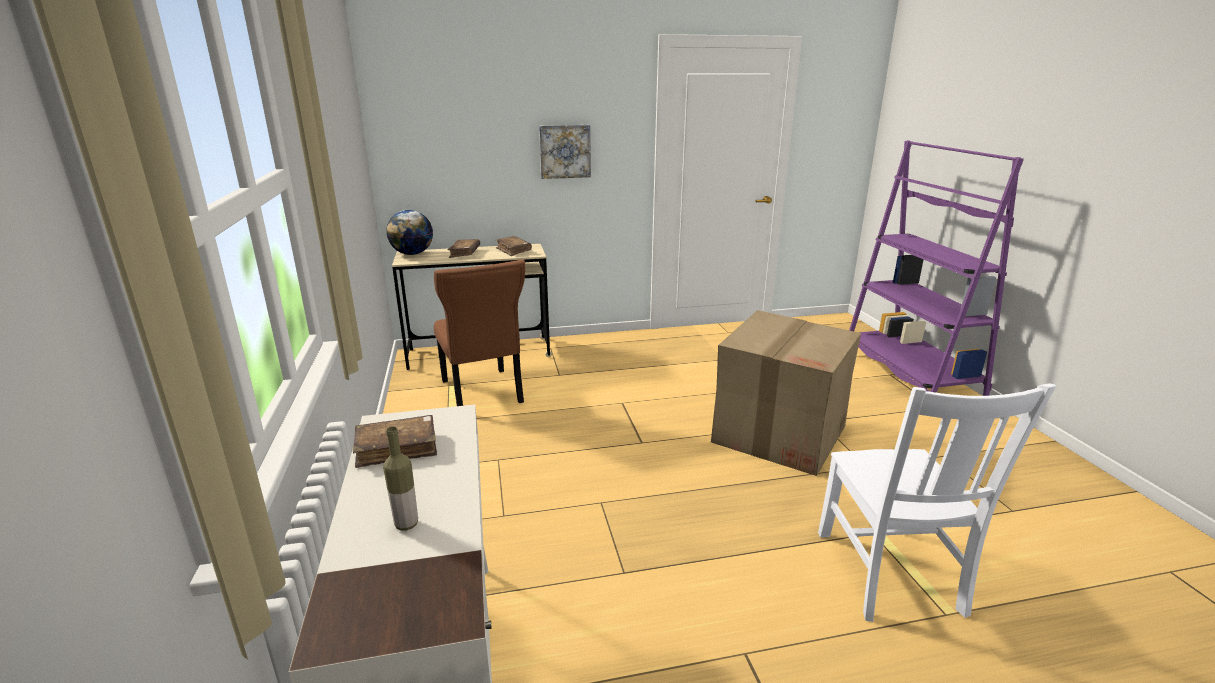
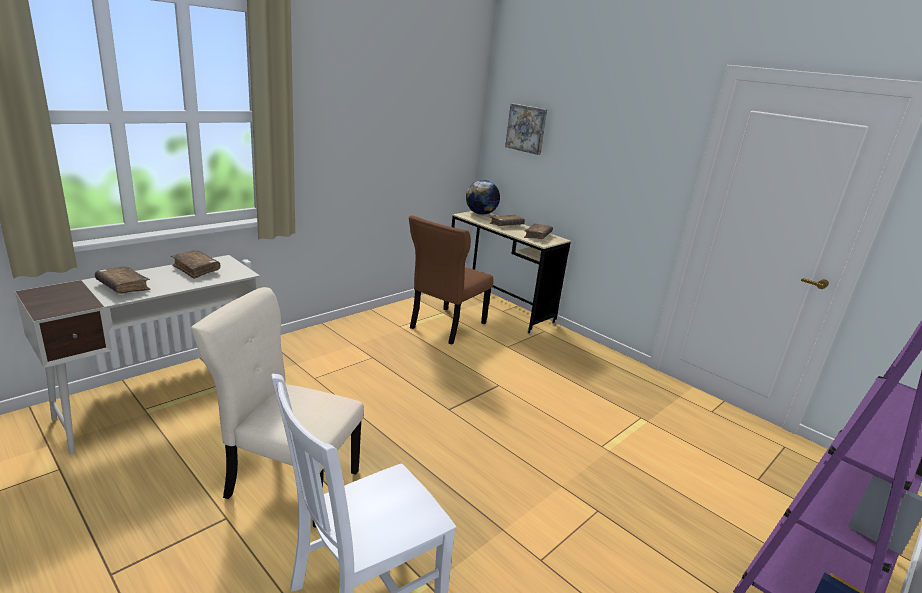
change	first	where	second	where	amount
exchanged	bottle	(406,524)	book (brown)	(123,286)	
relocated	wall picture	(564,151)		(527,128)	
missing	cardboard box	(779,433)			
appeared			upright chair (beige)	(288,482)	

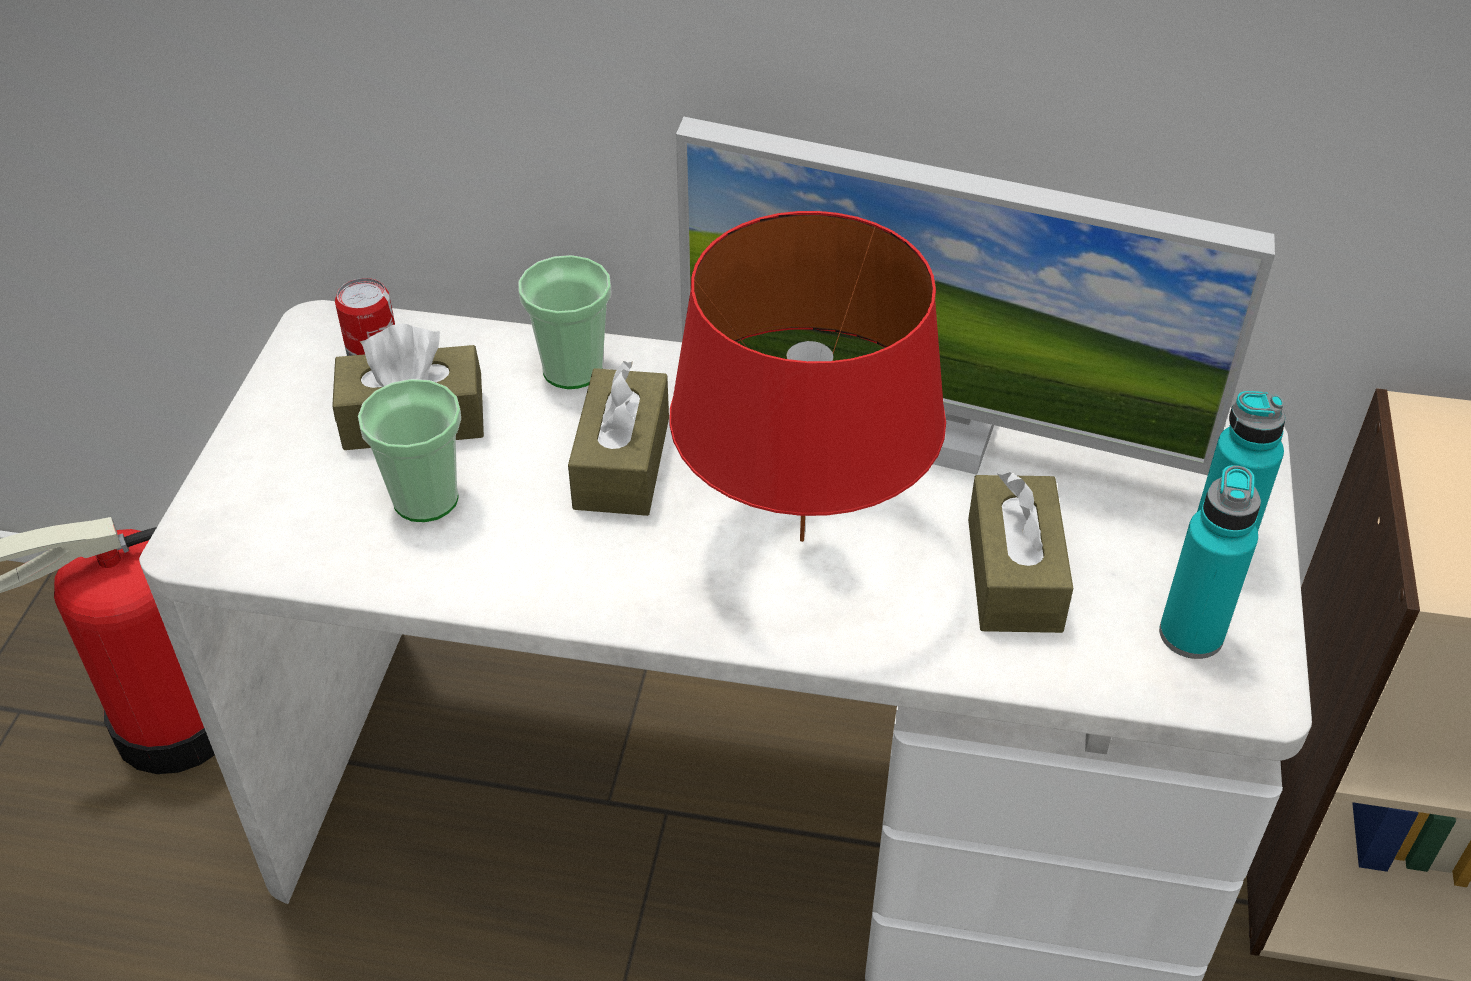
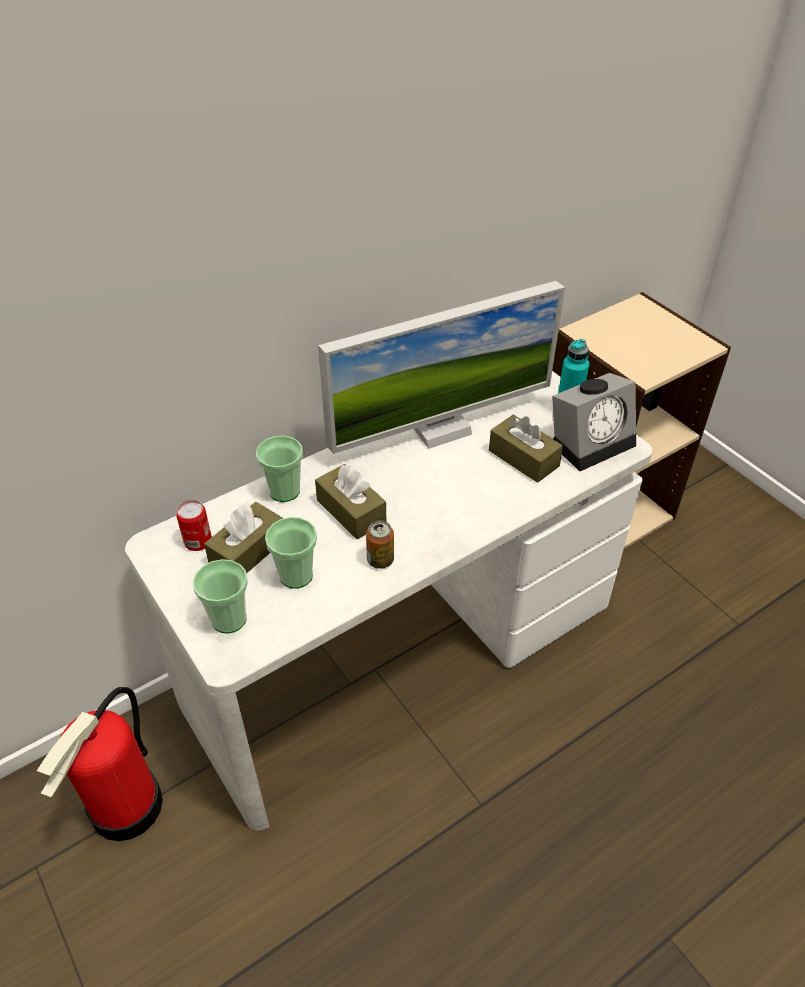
change	first	where	second	where	amount
missing	lamp for a table (red)	(801,539)			
exchanged	bottle (blue-green)	(1191,634)	alarm clock	(592,441)	
appeared			small cup	(229,619)	
appeared			can	(380,560)	

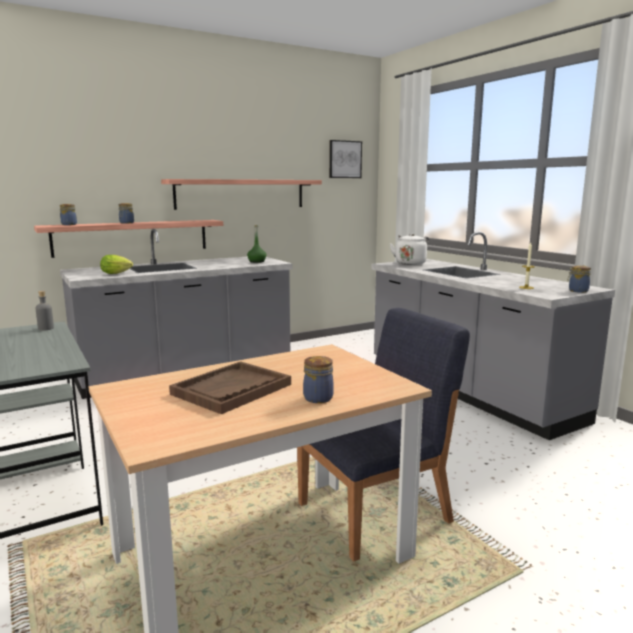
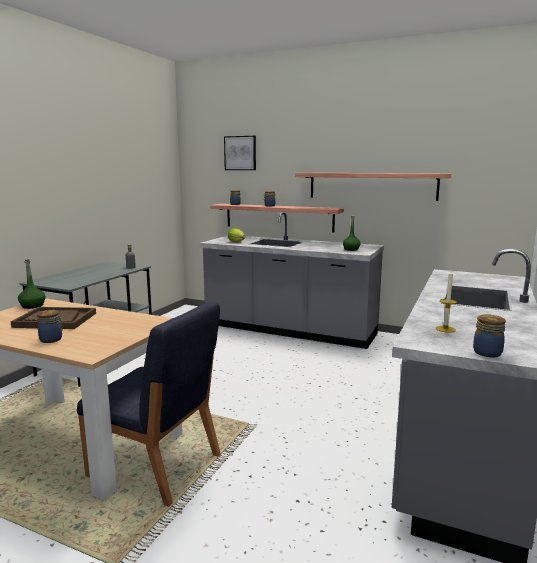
change	first	where	second	where	amount
relocated	wall picture	(344,159)		(240,153)	
missing	kettle (white-coloured)	(410,263)			
appeared			bottle (greenish)	(32,306)	

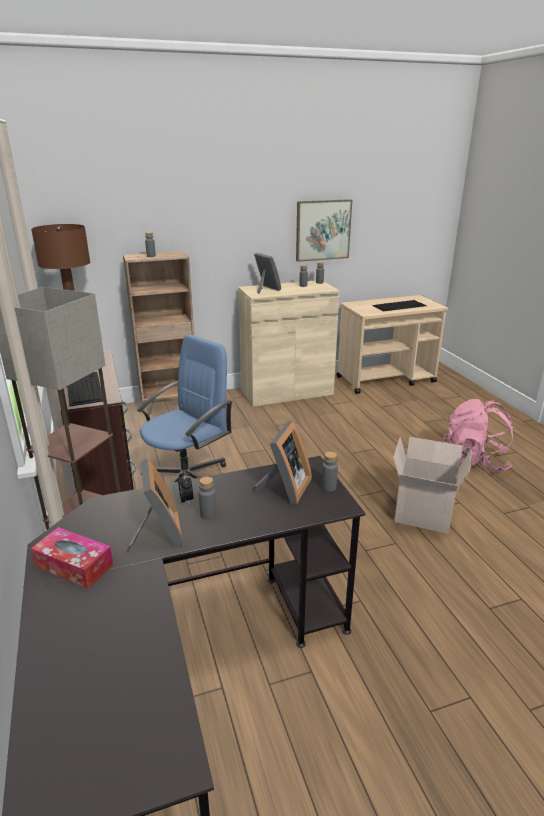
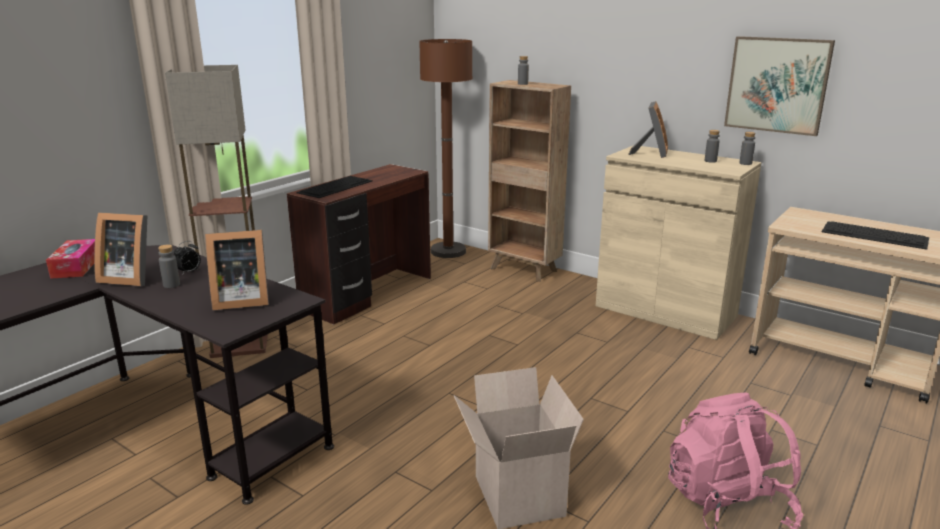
change	first	where	second	where	amount
spun	standing frame	(158,535)		(129,278)	60 degrees clockwise
missing	office chair (bluish)	(187,477)			
missing	bottle (greyish)	(328,487)			

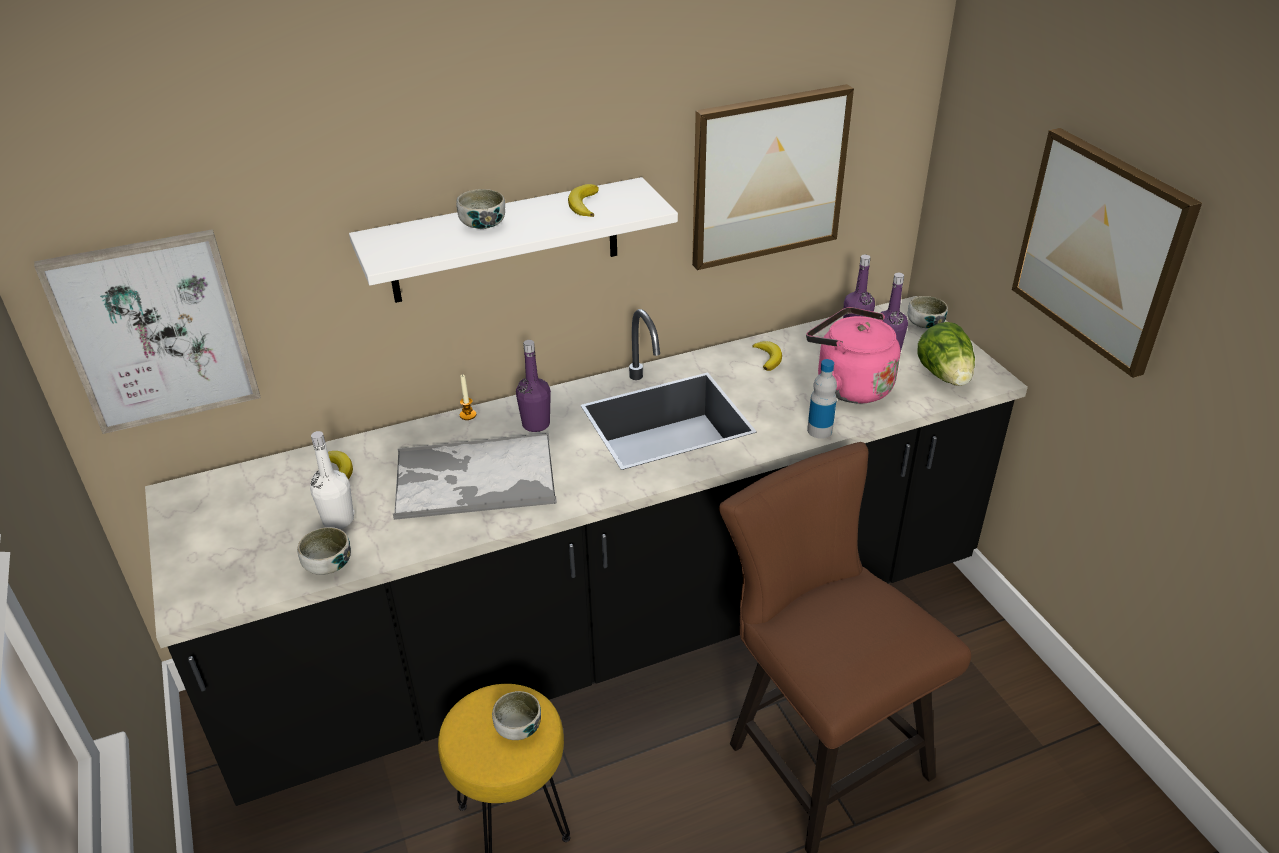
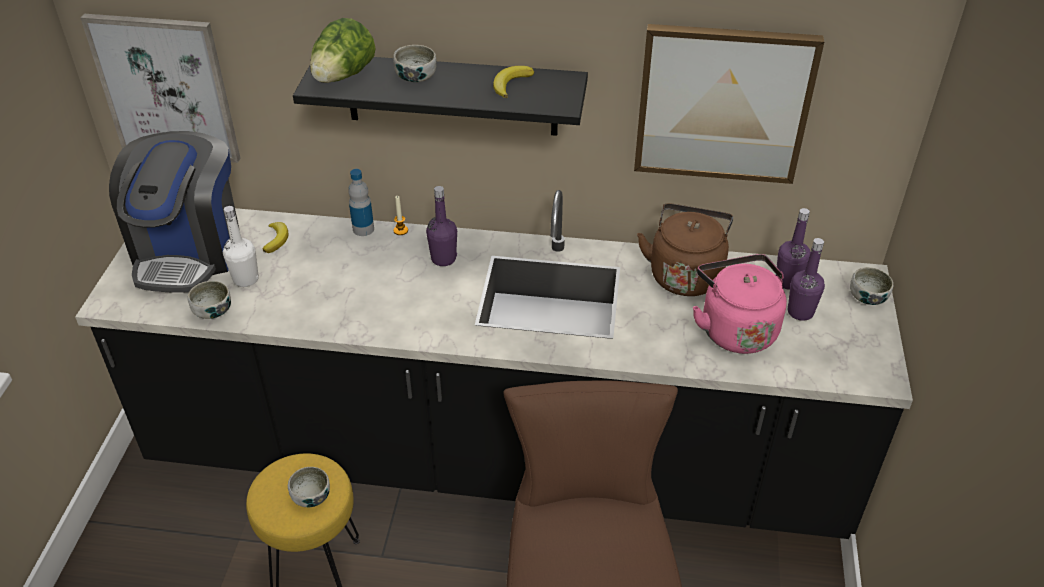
change	first	where	second	where	amount
colour	bracket shelf (white-coloured)	(505,241)	bracket shelf (black)	(452,94)	
missing	carrying tray	(473,478)			
exchanged	whole banana	(768,358)	kettle (brown)	(685,274)	
relocated	bottle	(819,430)		(363,229)	
relocated	head of lettuce	(945,376)		(343,76)	
missing	wall picture	(1101,249)			
appeared			coffee brewer	(189,251)	

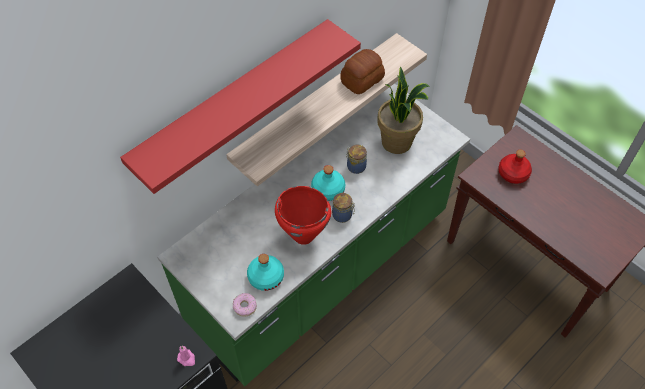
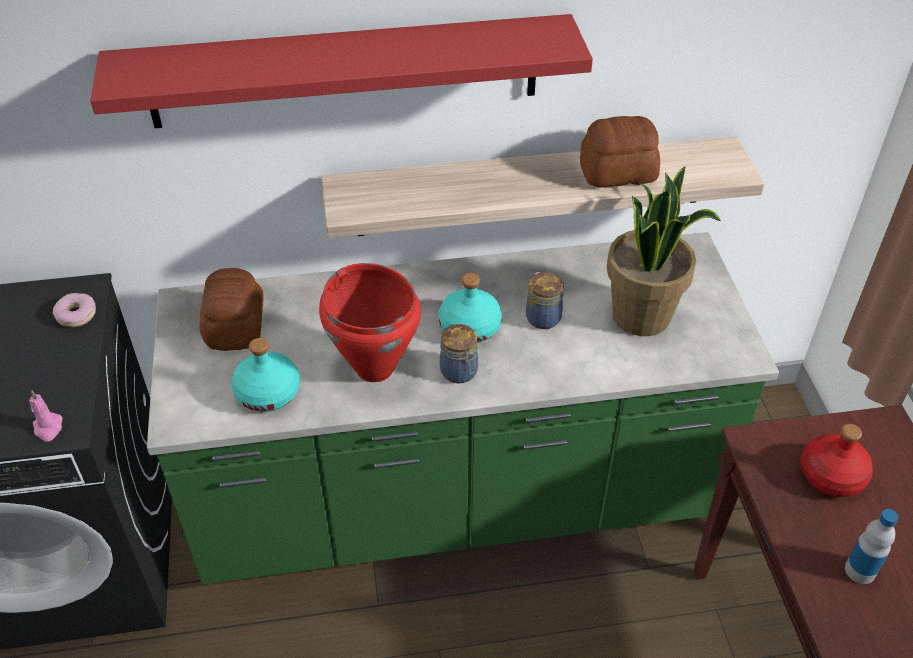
change	first	where	second	where	amount
relocated	ring doughnut	(245,306)		(76,315)	
appeared			baked bread	(236,325)	
appeared			bottle	(860,570)	

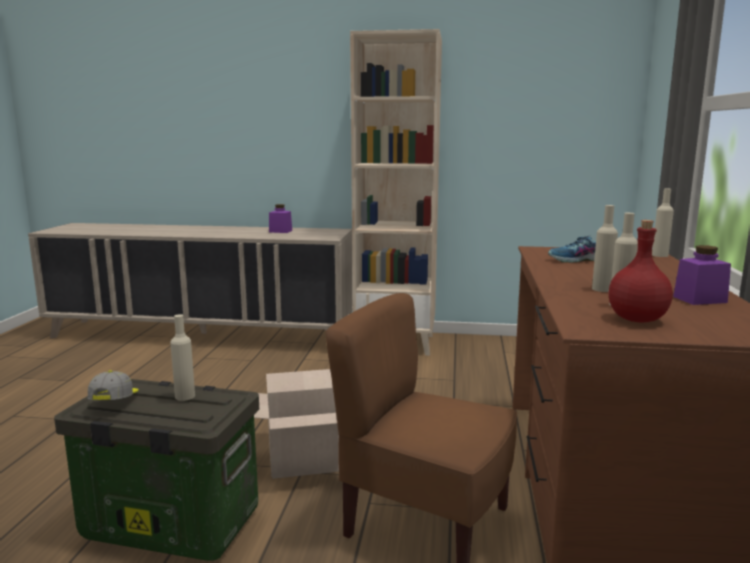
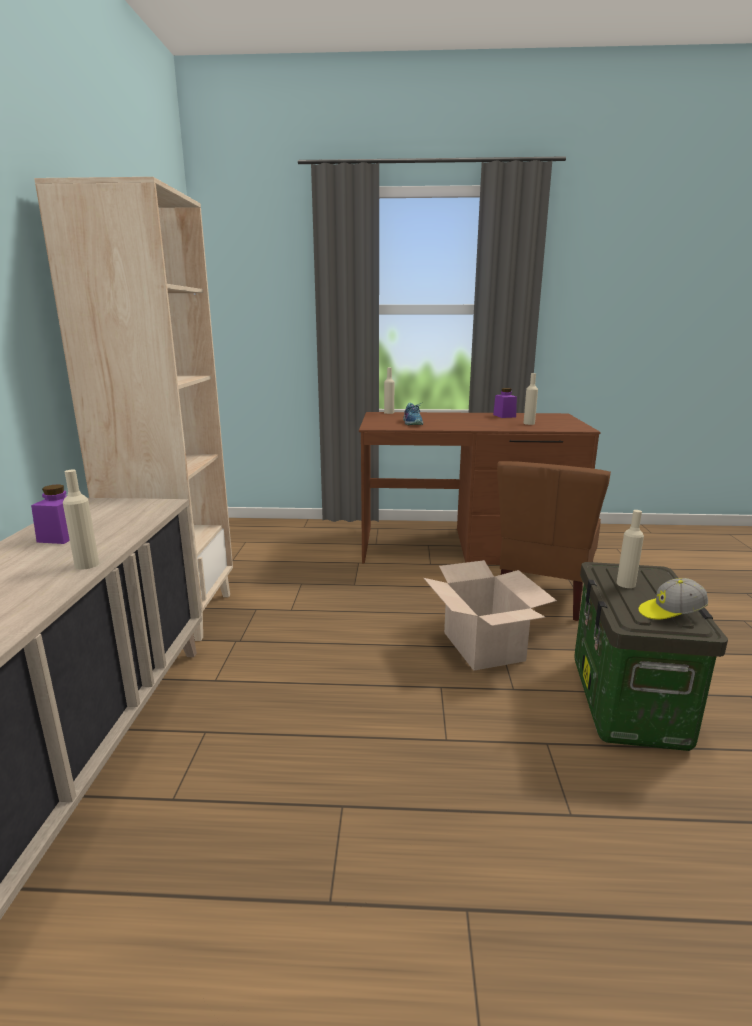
change	first	where	second	where	amount
relocated	bottle (beige)	(602,289)		(87,564)	
missing	bottle (red)	(636,319)			

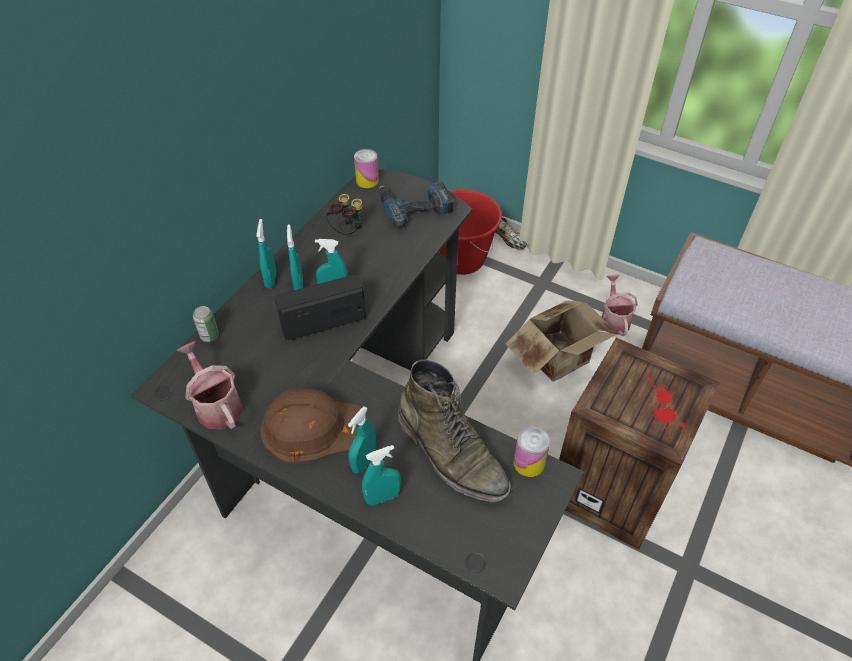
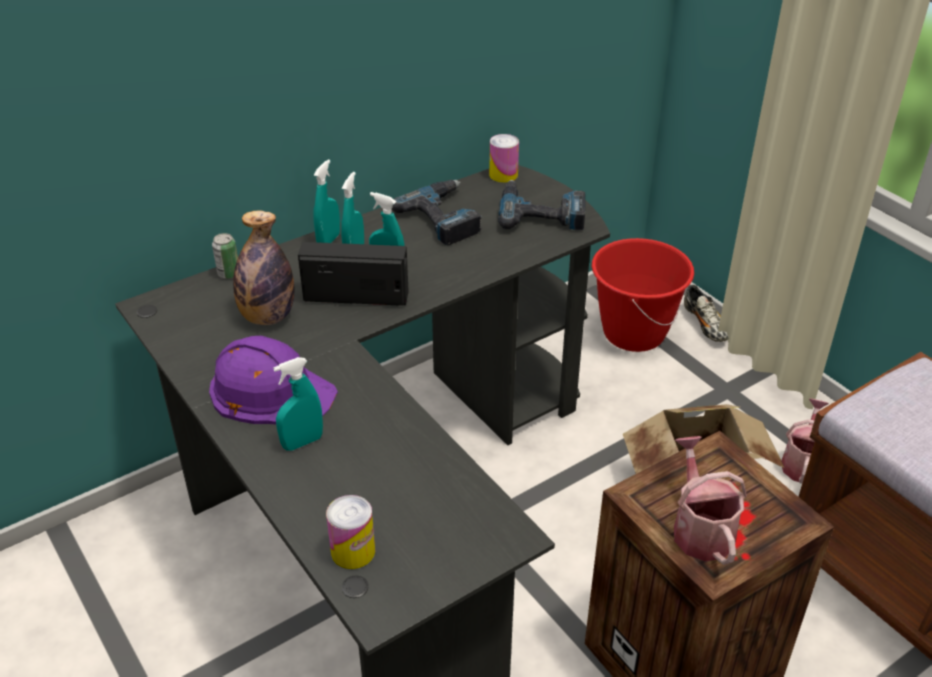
change	first	where	second	where	amount
relocated	sprinkling can	(216,405)		(700,528)	
colour	hard hat (brown)	(312,428)	hard hat (purple)	(271,391)	
exchanged	field glasses	(347,231)	drill	(445,217)	
missing	spray bottle (blue-green)	(382,497)			
missing	tall boot (greenish)	(451,454)			
relocated	can	(529,463)		(353,551)	
appeared			bottle	(267,317)	

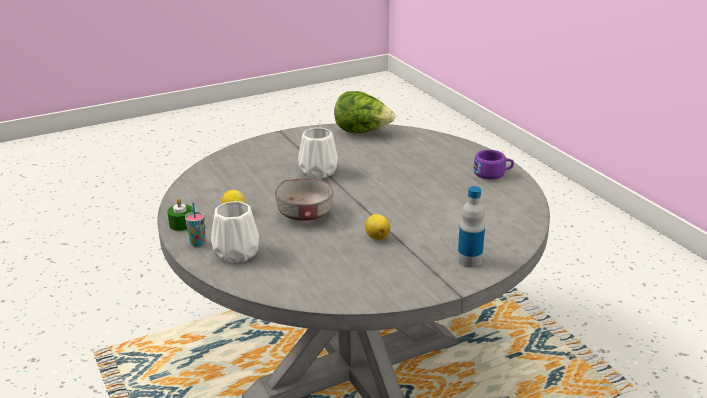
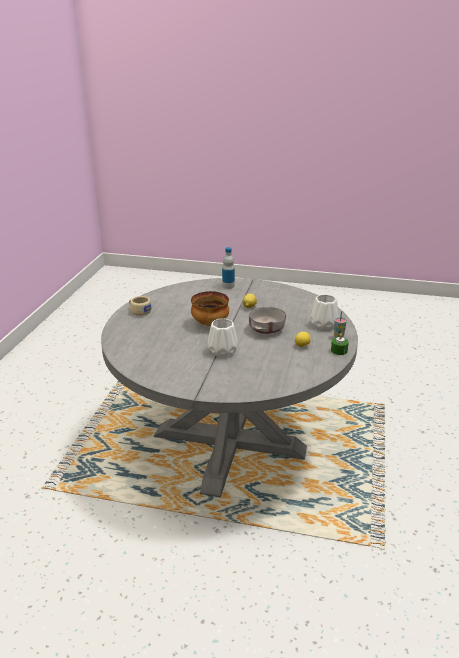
change	first	where	second	where	amount
missing	head of lettuce	(362,132)			
colour	small cup (purple)	(493,174)	small cup (beige)	(139,311)	
appeared			deep dish	(210,323)	

